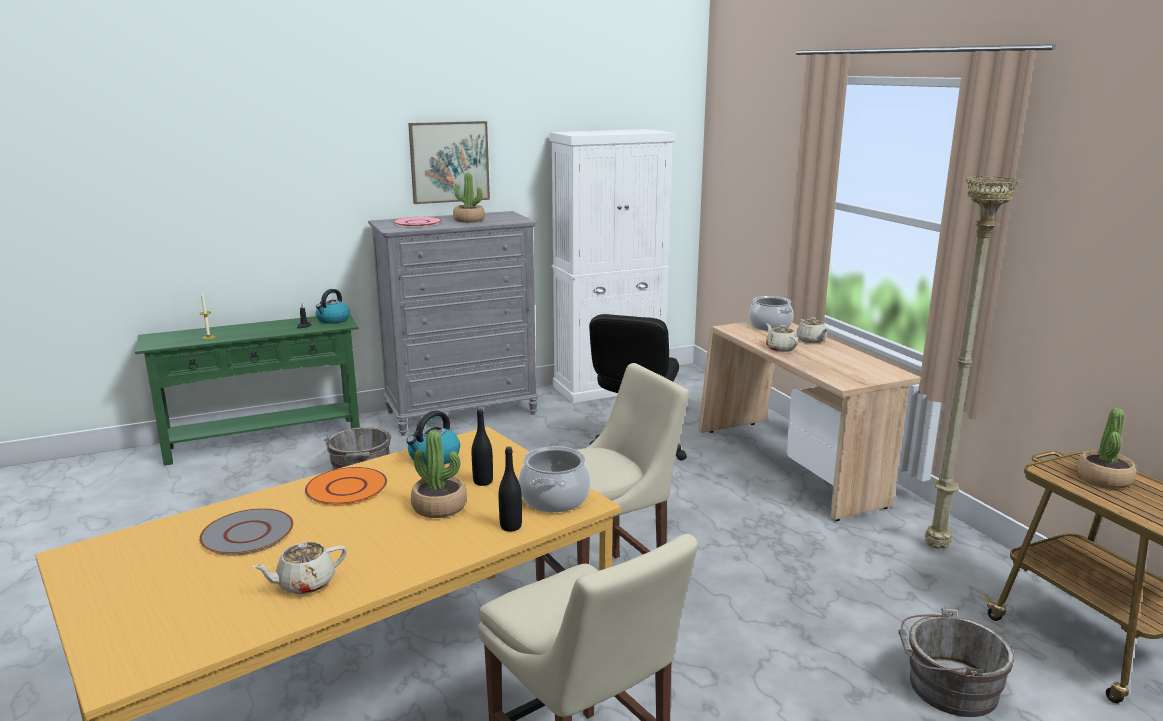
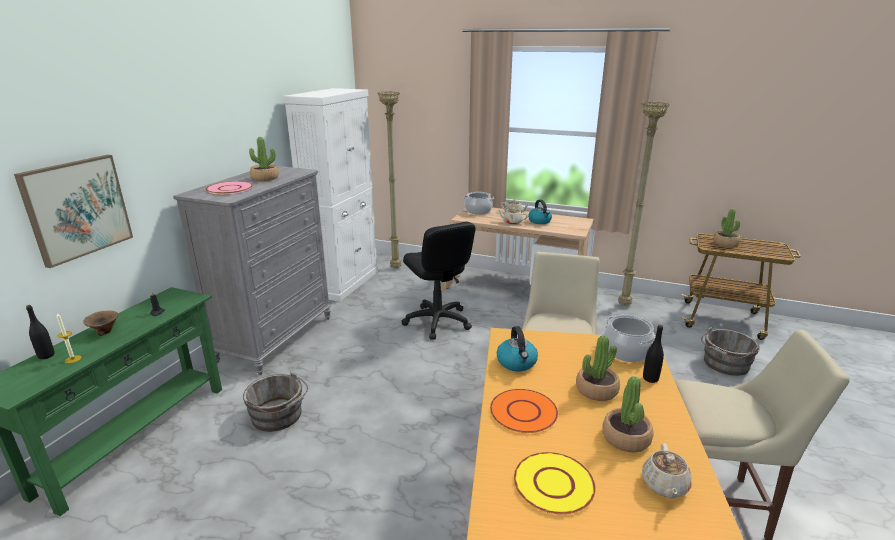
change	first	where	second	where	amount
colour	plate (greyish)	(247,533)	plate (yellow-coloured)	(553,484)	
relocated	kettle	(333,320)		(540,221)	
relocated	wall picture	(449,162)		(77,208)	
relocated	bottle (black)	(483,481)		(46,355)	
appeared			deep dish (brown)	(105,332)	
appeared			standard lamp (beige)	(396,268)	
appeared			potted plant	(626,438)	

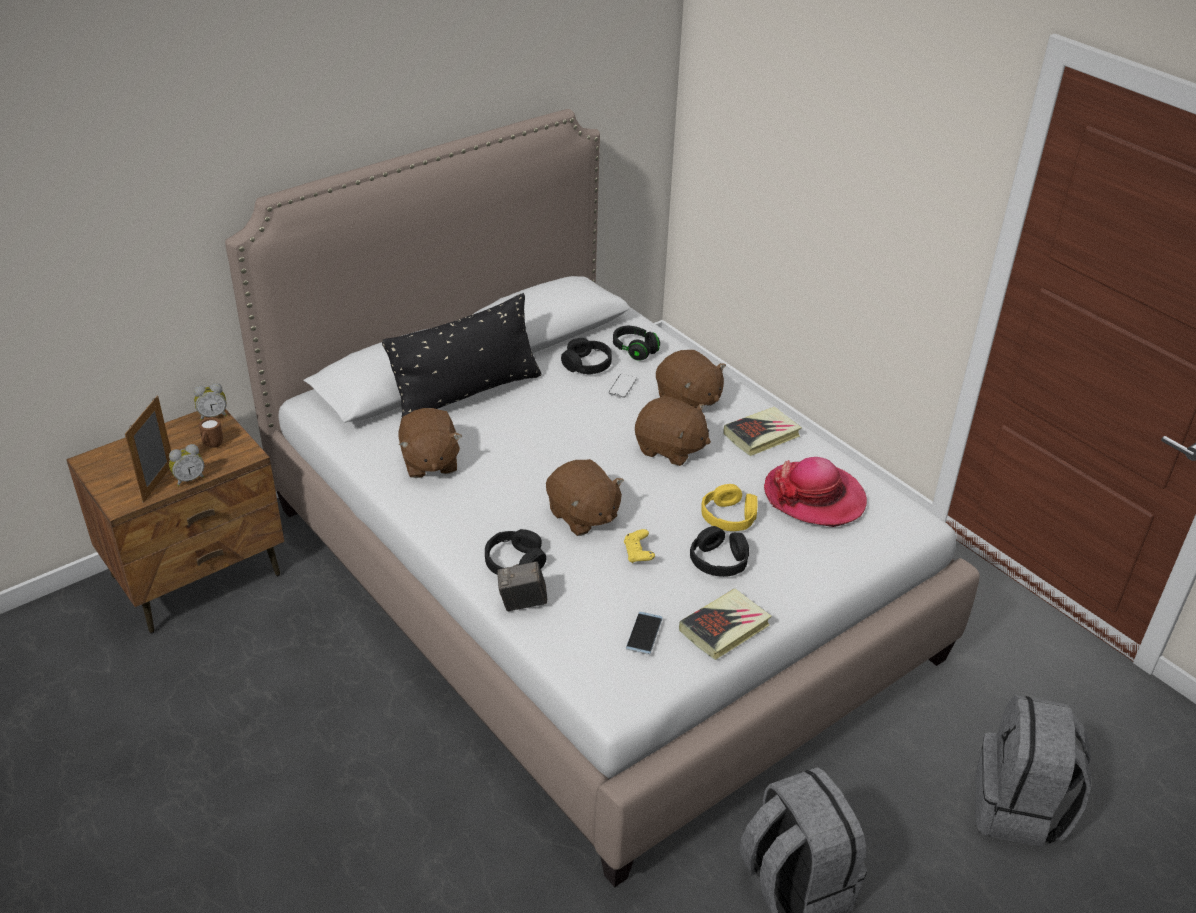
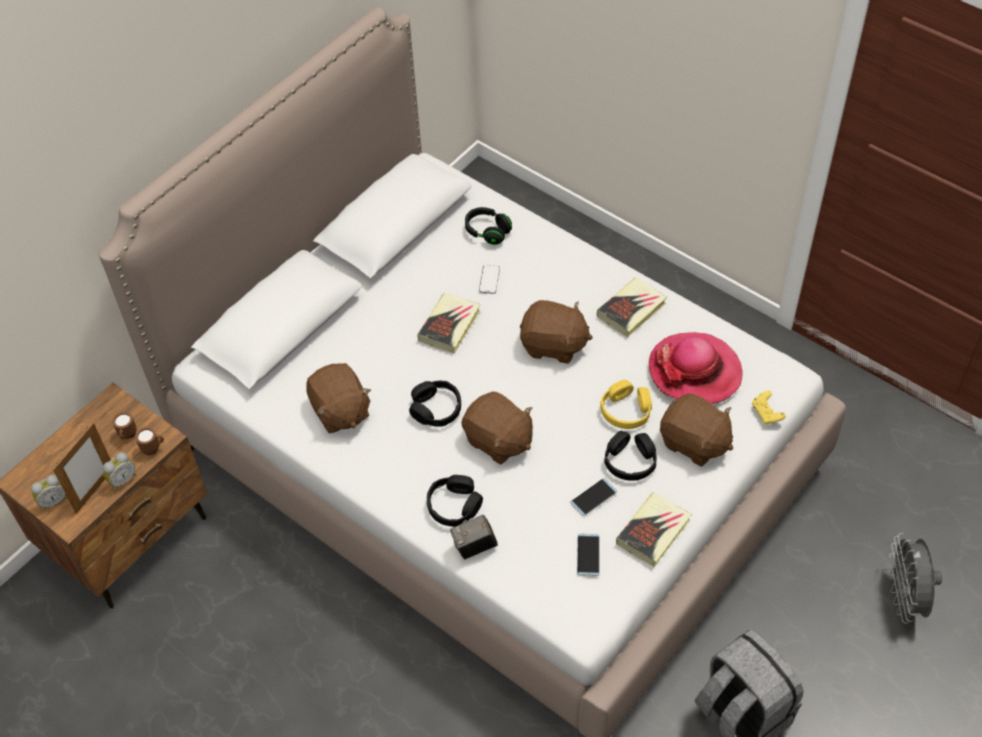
change	first	where	second	where	amount
spun	standing frame	(158,482)		(95,490)	150 degrees counterclockwise
relocated	alarm clock	(213,415)		(53,500)	
missing	cushion (black)	(467,394)			
relocated	pair of headphones (black)	(587,364)		(436,409)	
relocated	joypad (yellow-coloured)	(638,554)		(766,413)	
relocated	cuddly toy (brown)	(688,400)		(694,442)	
exchanged	backpack (greyish)	(1019,809)	electric fan (greyish)	(905,599)	
appeared			coffee mug (brown)	(154,449)	
appeared			book	(449,326)	
appeared			telephone	(593,497)	

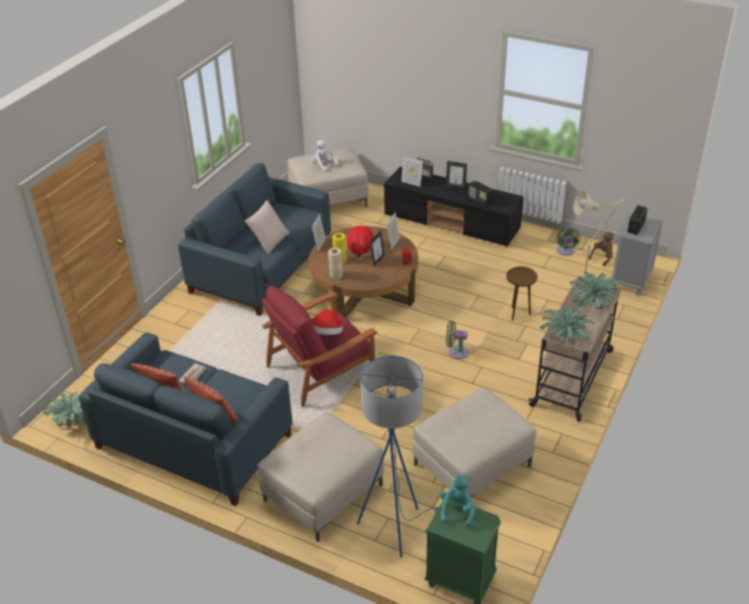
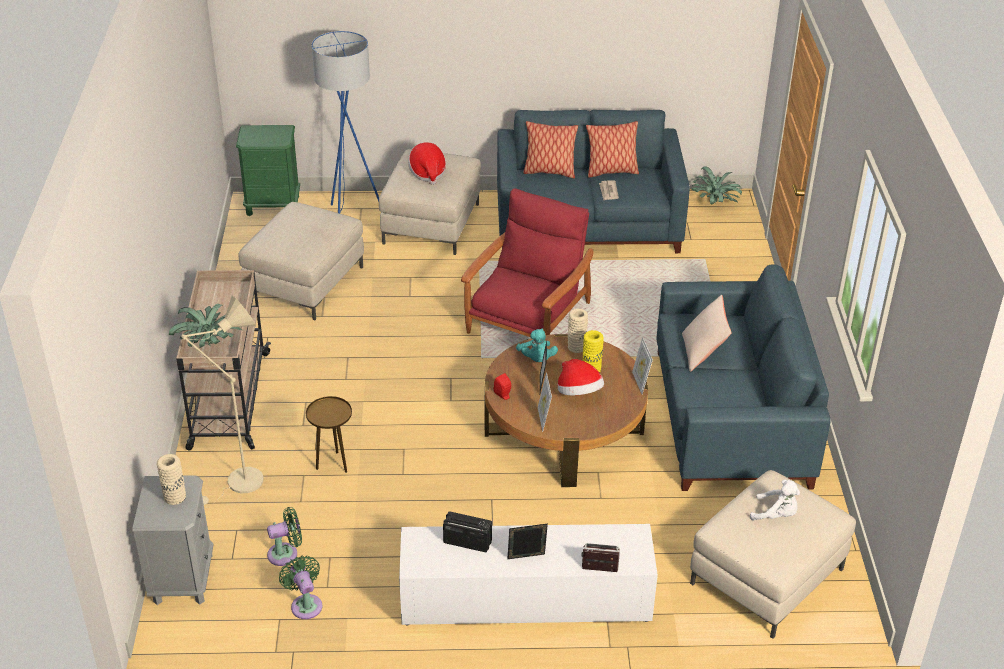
change	first	where	second	where	amount
relocated	hat	(327,334)		(427,173)	
colour	tv stand (black)	(452,222)	tv stand (white-coloured)	(524,600)	
missing	standing frame	(411,183)			
relocated	cuddly toy (blue-green)	(457,510)		(537,359)	
relocated	electric fan (greenish)	(456,352)		(286,553)	
missing	potted plant	(566,339)			
missing	cuddly toy (brown)	(602,257)			
exchanged	radio set	(636,227)	decorative vase (beige)	(175,497)	

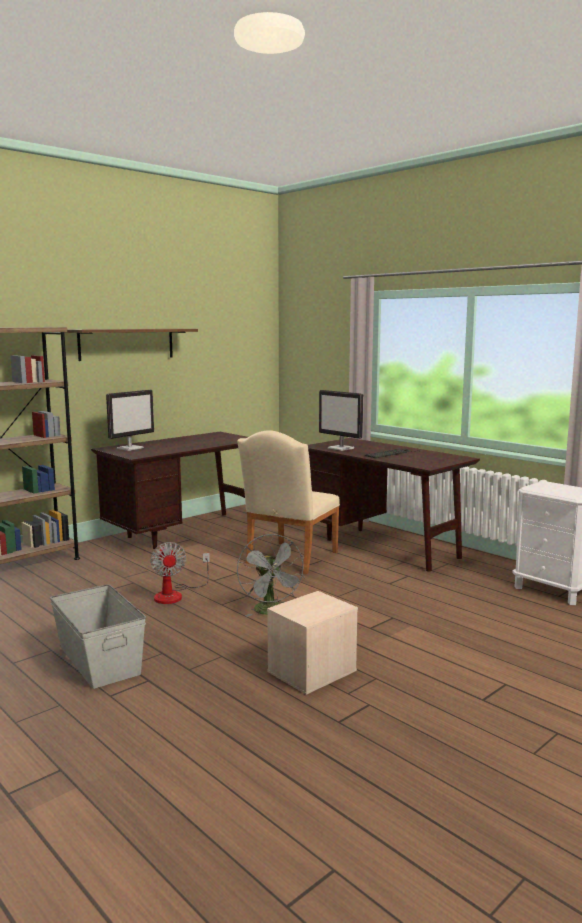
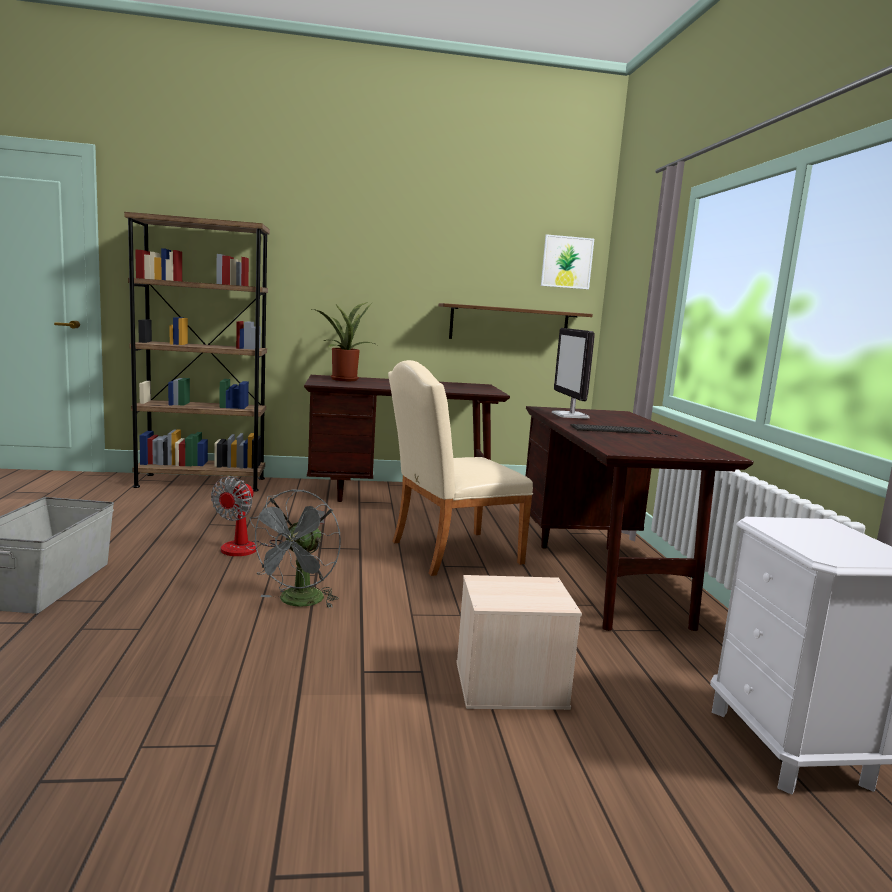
change	first	where	second	where	amount
relocated	bracket shelf	(127,344)		(509,325)	
exchanged	monitor	(130,448)	potted plant	(343,379)	
relocated	storage box (beige)	(312,672)		(509,685)	
appeared			wall picture	(567,262)	

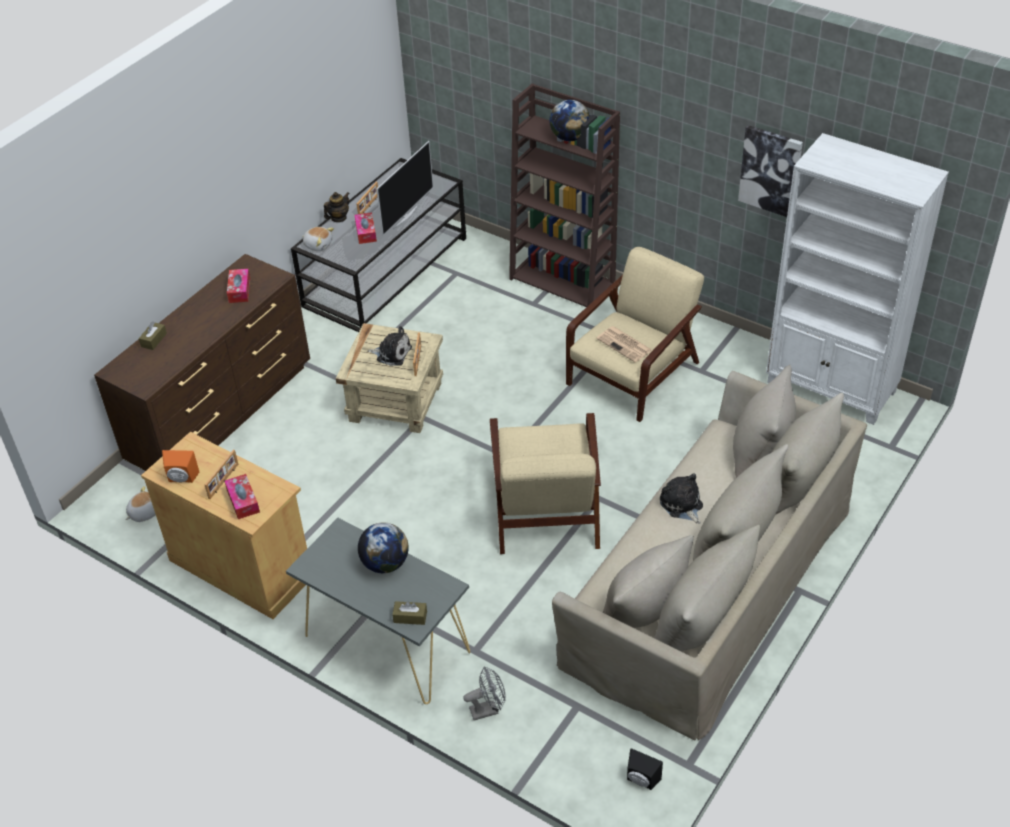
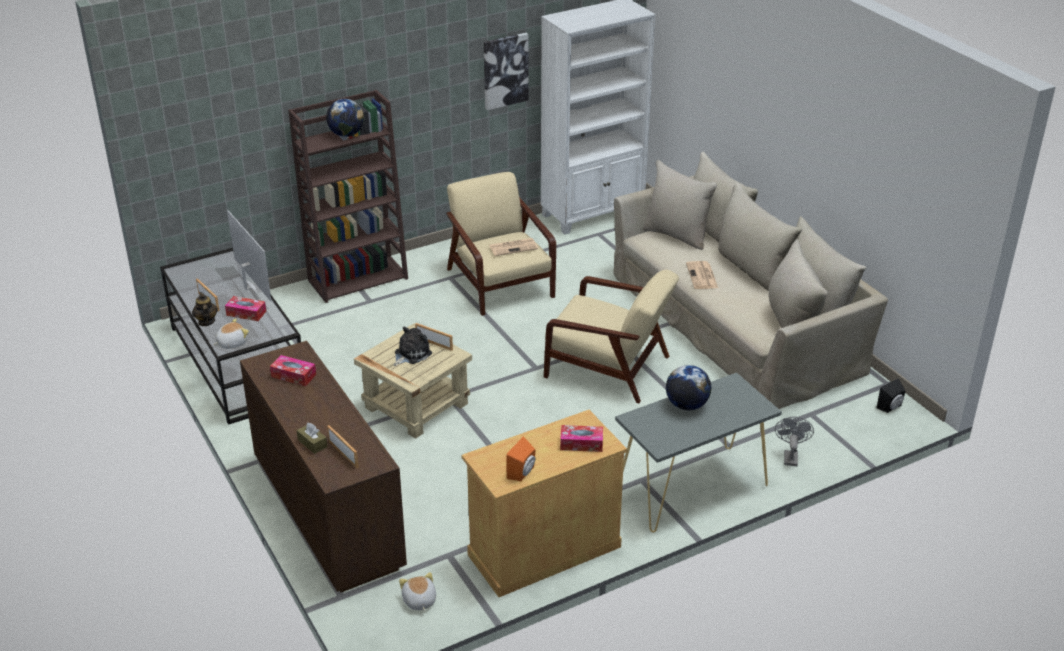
change	first	where	second	where	amount
relocated	standing frame	(224,481)		(344,454)	
missing	tissue holder (brown)	(410,617)			
exchanged	cuddly toy	(682,505)	newspaper	(702,276)	

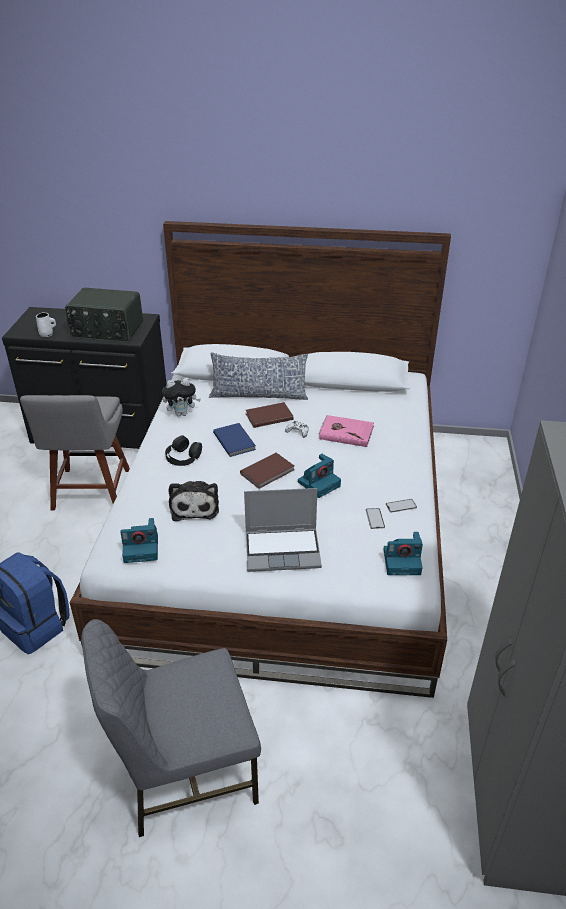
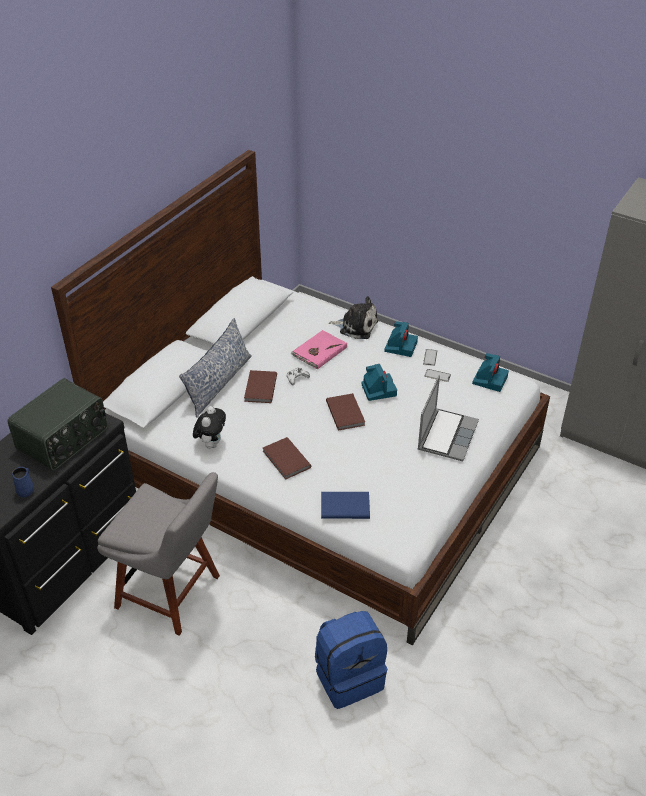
change	first	where	second	where	amount
colour	coffee mug (white-coloured)	(47,334)	coffee mug (bluish)	(26,490)	
missing	upright chair (greyish)	(184,772)			
relocated	still camera	(142,548)		(400,346)	
exchanged	pair of headphones (black)	(183,457)	book (brown)	(286,460)	
relocated	cuddly toy	(194,506)		(356,326)	
relocated	book (bluish)	(235,441)		(344,506)	

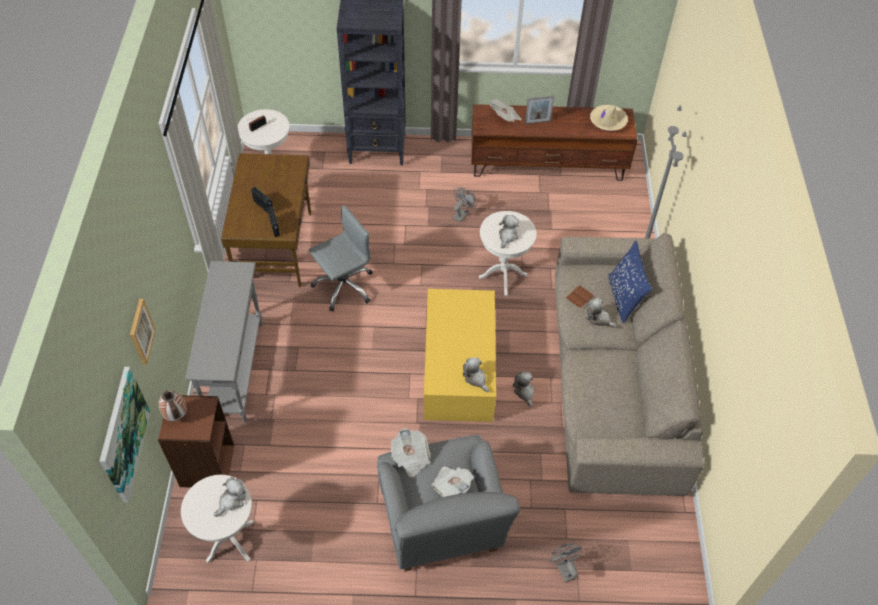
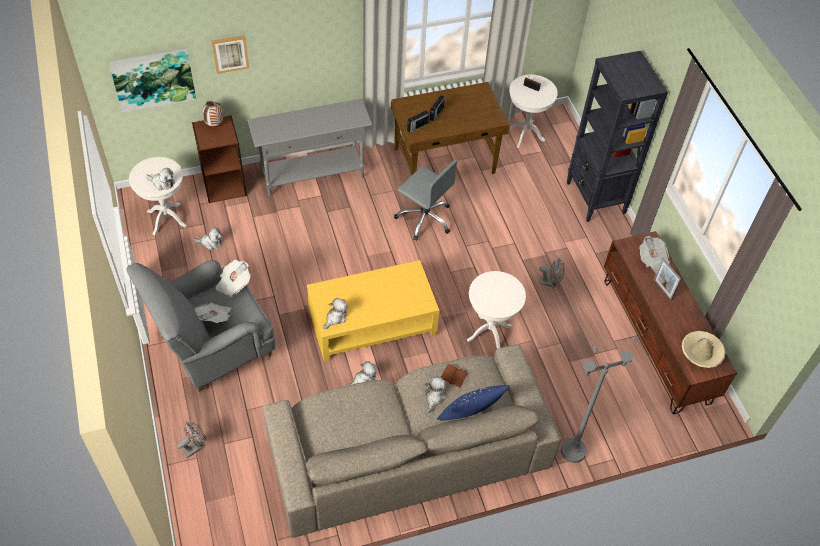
change	first	where	second	where	amount
relocated	cuddly toy	(507,236)		(210,243)	

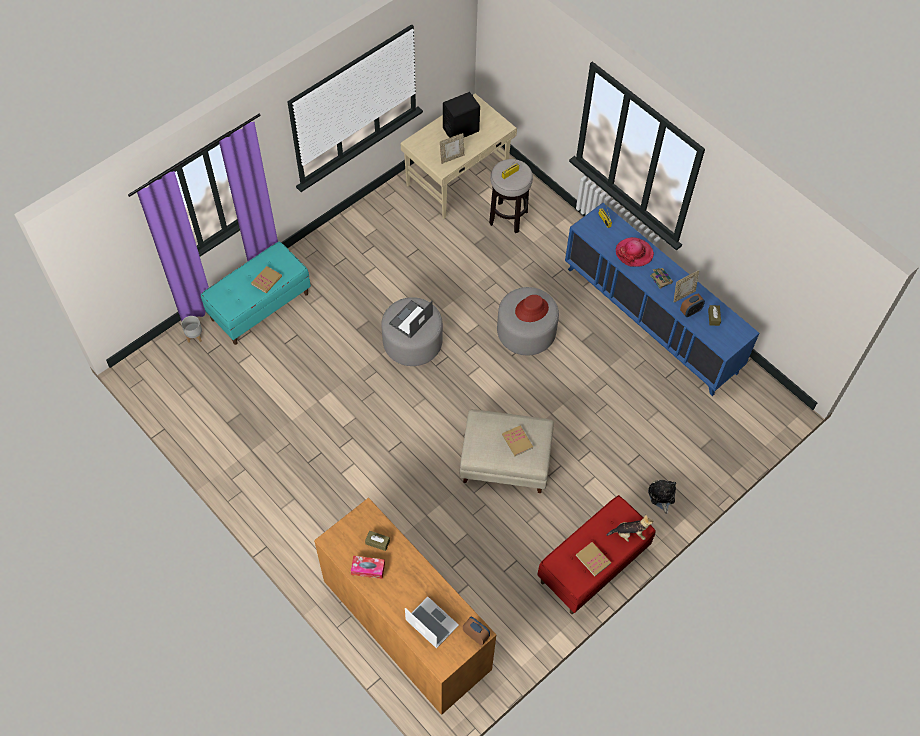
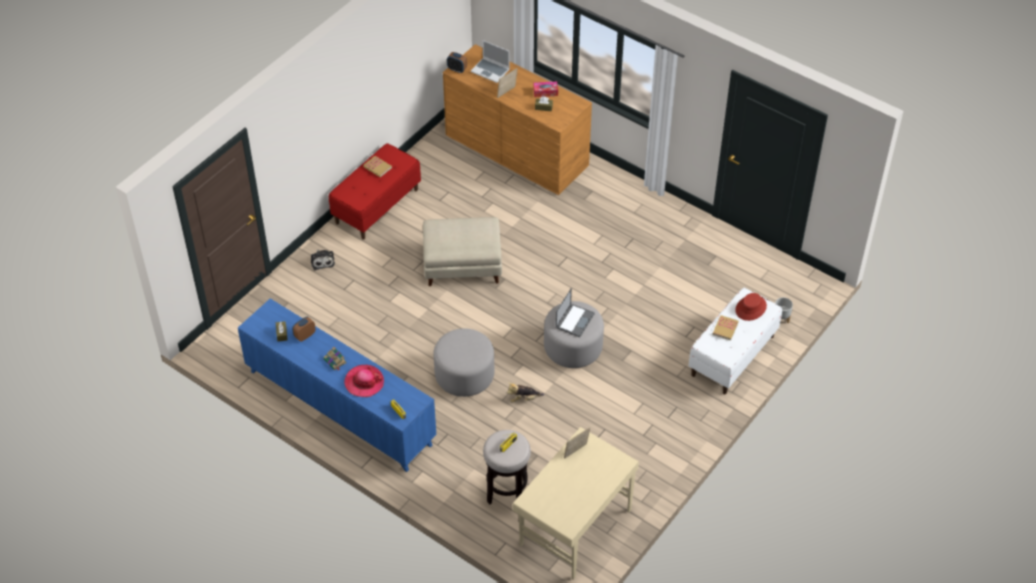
change	first	where	second	where	amount
colour	bench (blue-green)	(260,306)	bench (white-coloured)	(732,356)	
missing	speaker (black)	(461,129)			
missing	book	(517,441)			
relocated	hat (red)	(531,309)		(751,308)	
relocated	cuddly toy	(629,534)		(524,398)	
relocated	standing frame	(683,295)		(507,93)	

